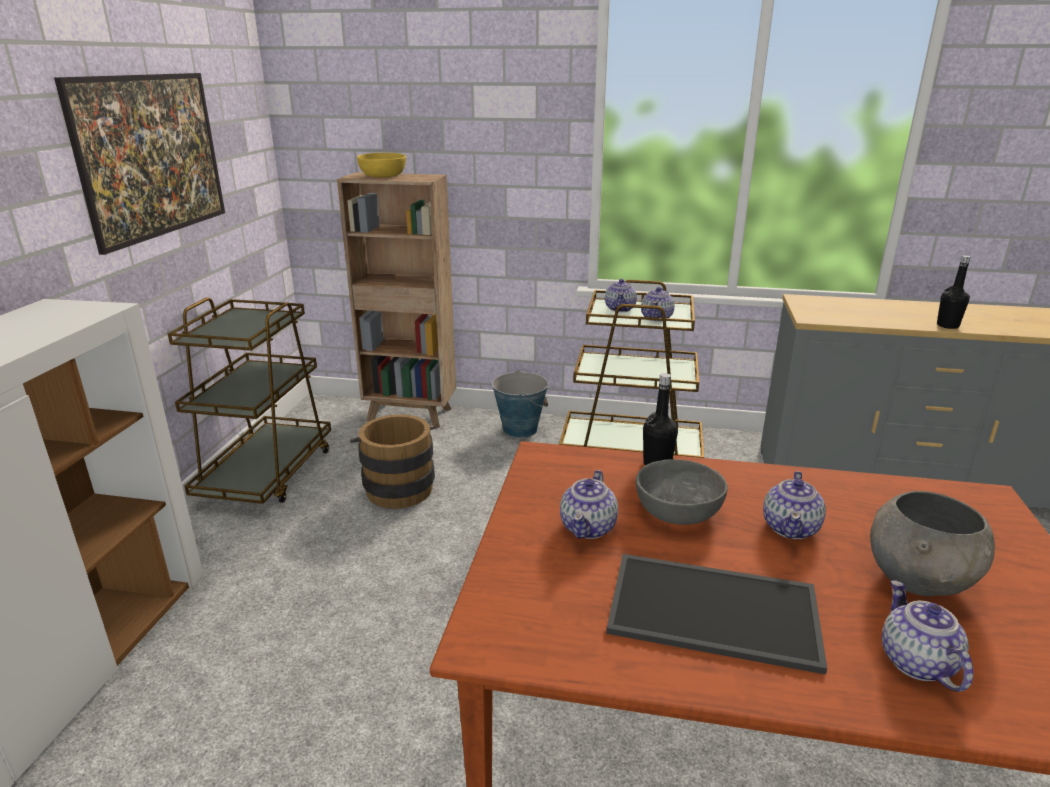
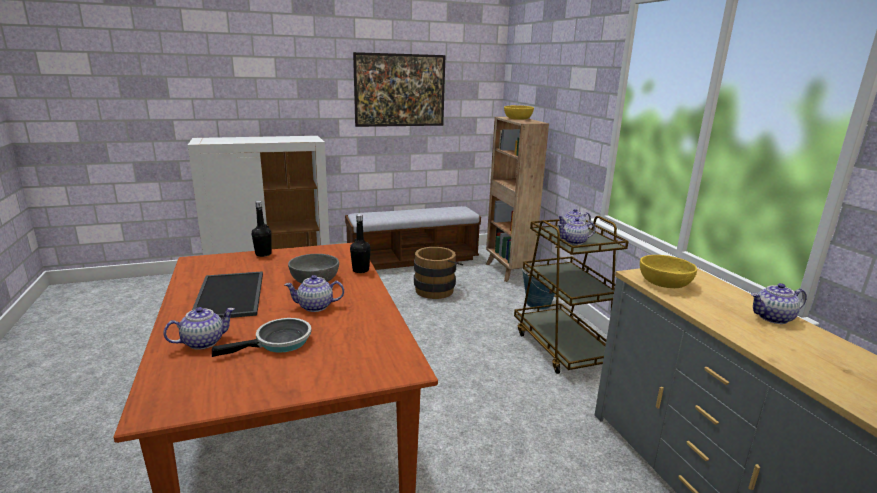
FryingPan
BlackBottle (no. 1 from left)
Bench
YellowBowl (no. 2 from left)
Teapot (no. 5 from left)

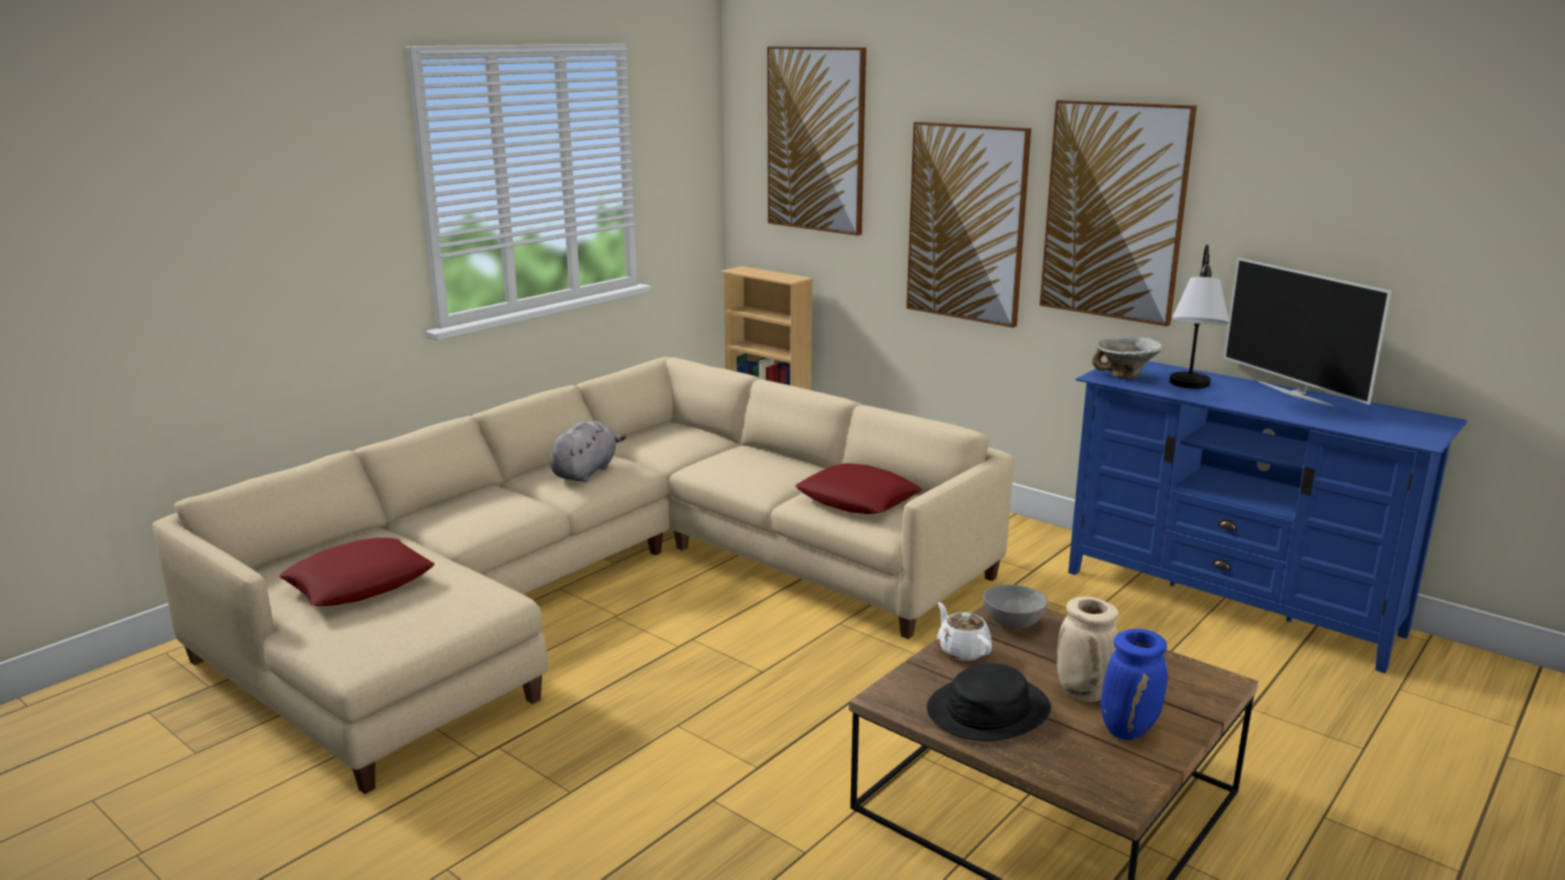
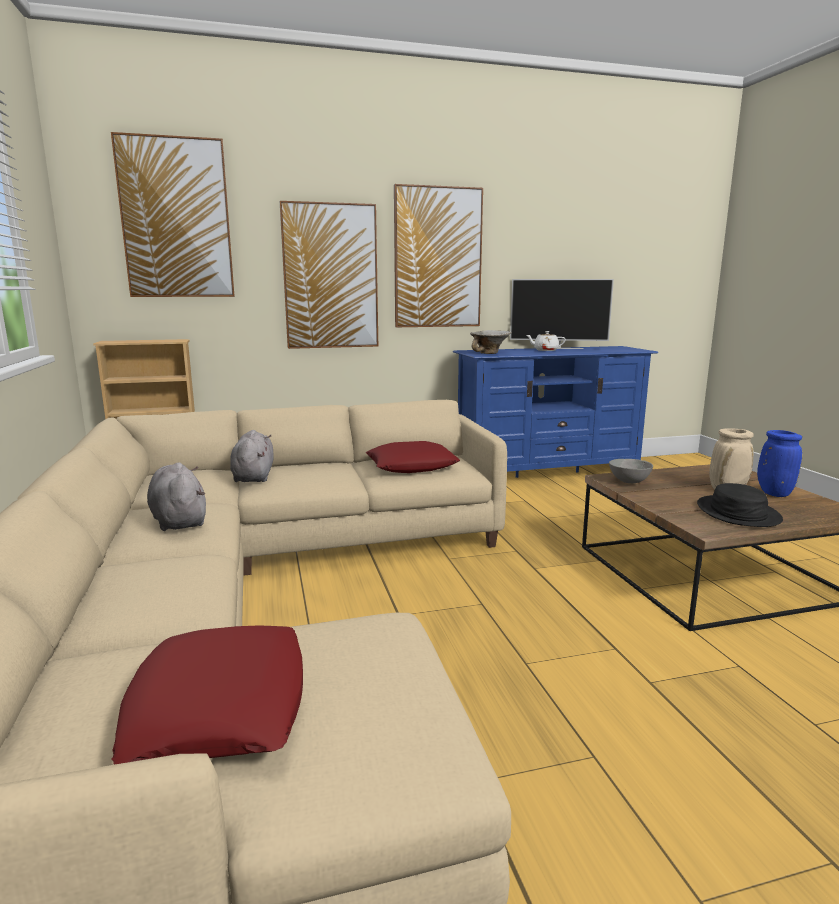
GreyPlushToy (no. 2 from left)
WhiteTeapot
TableLamp

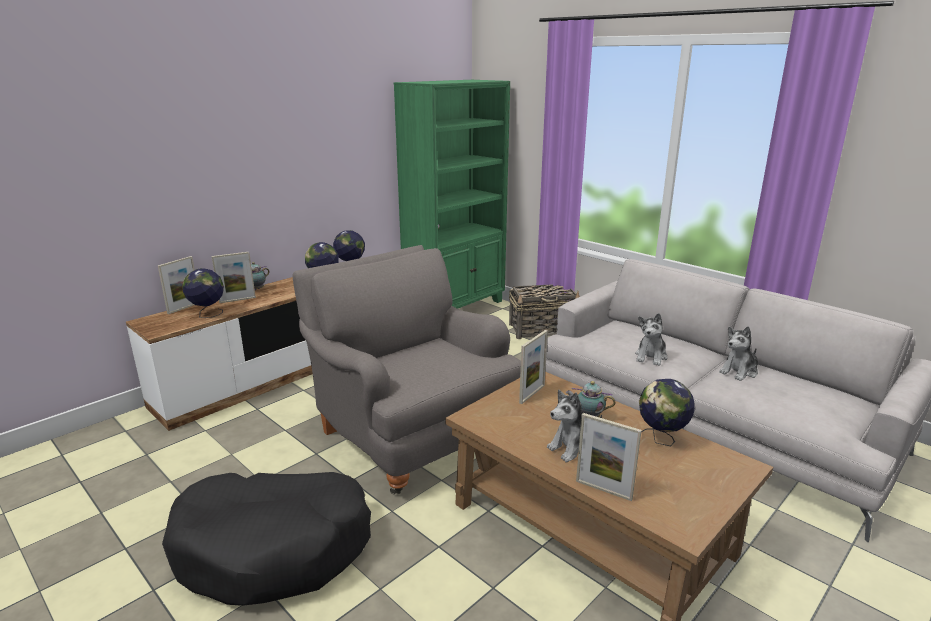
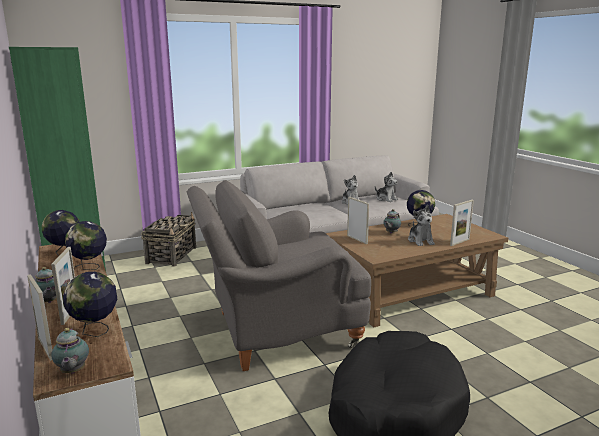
Teapot (no. 2 from left)
PlushToy (no. 2 from left)

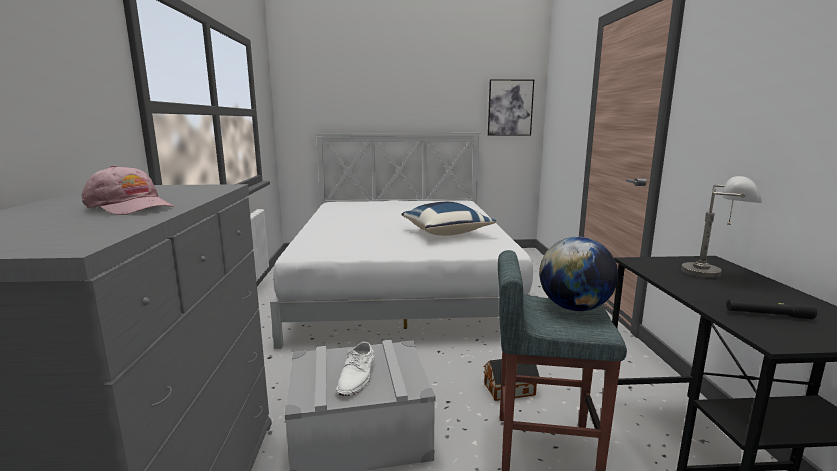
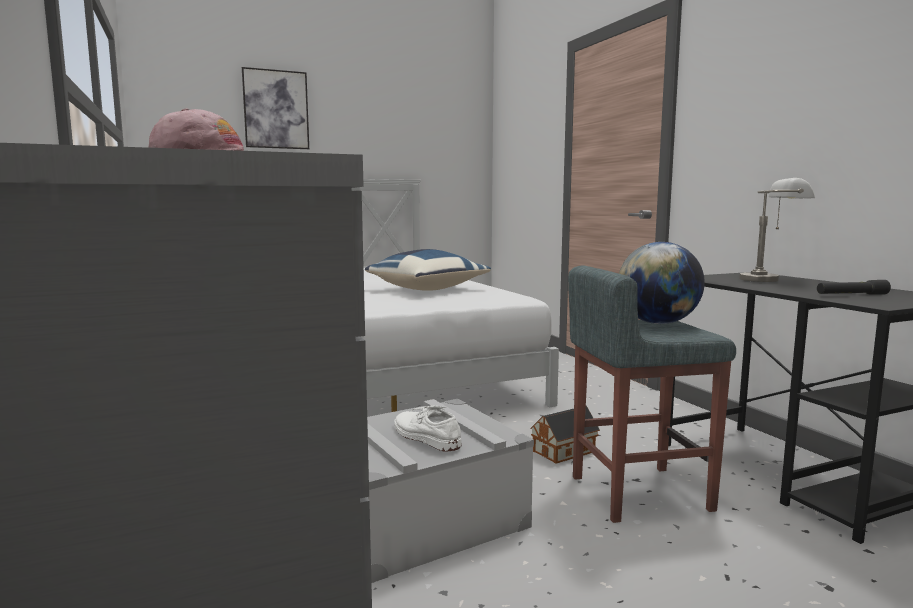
Picture
WhiteShoe

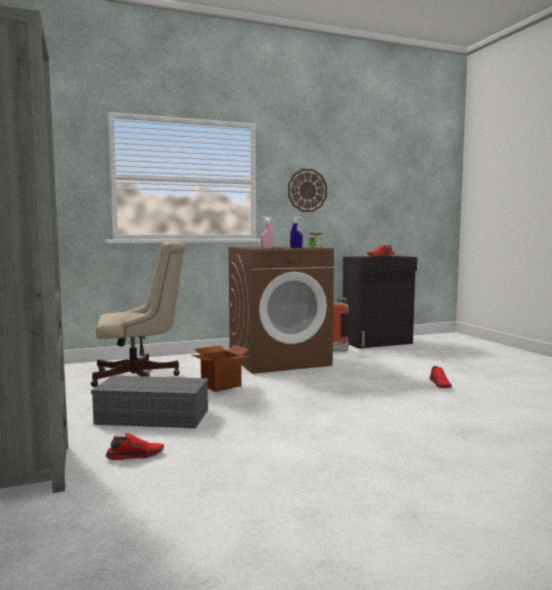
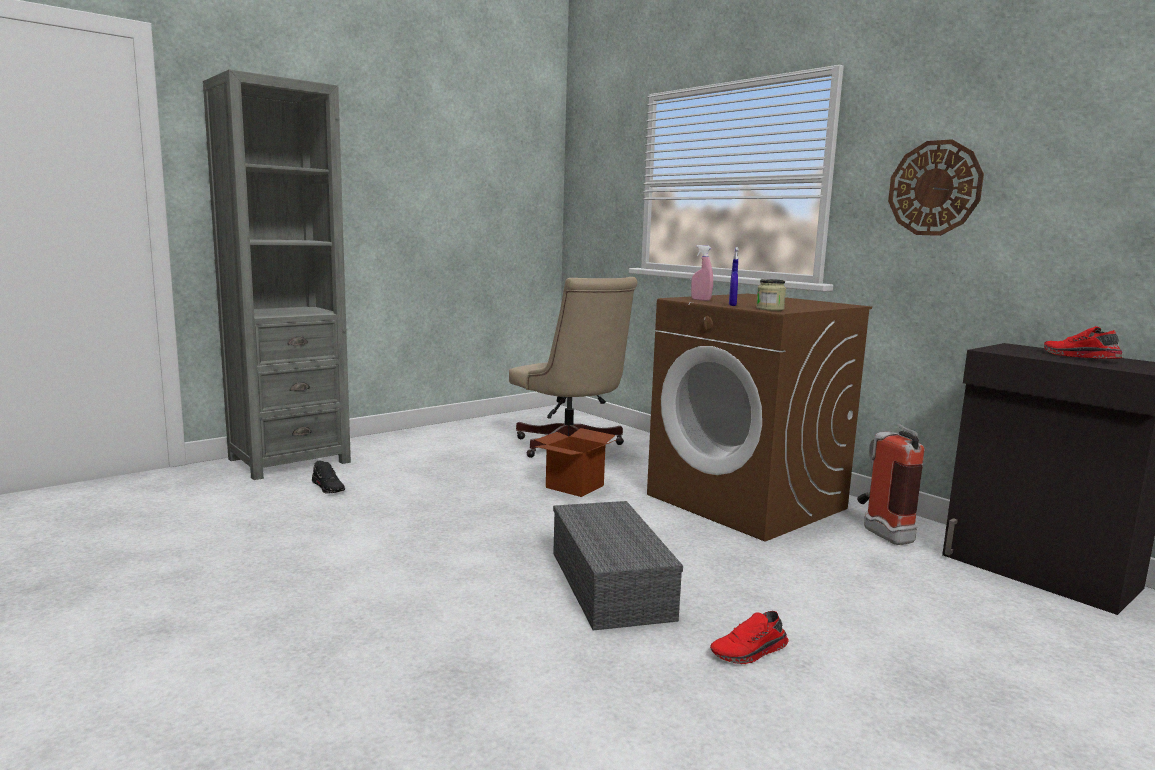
BlackShoe
GreyStorageBox

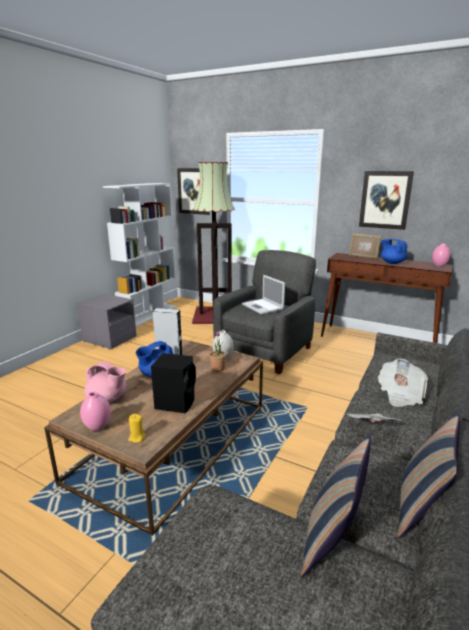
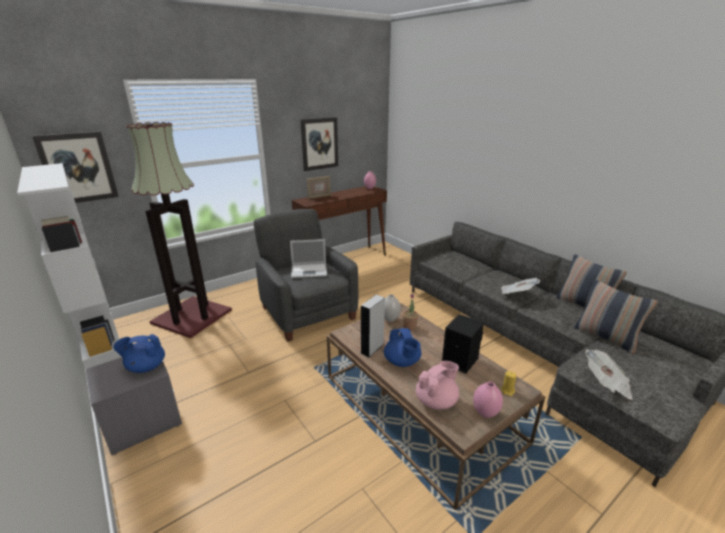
BlueTeapot (no. 1 from left)
Newspaper (no. 2 from left)

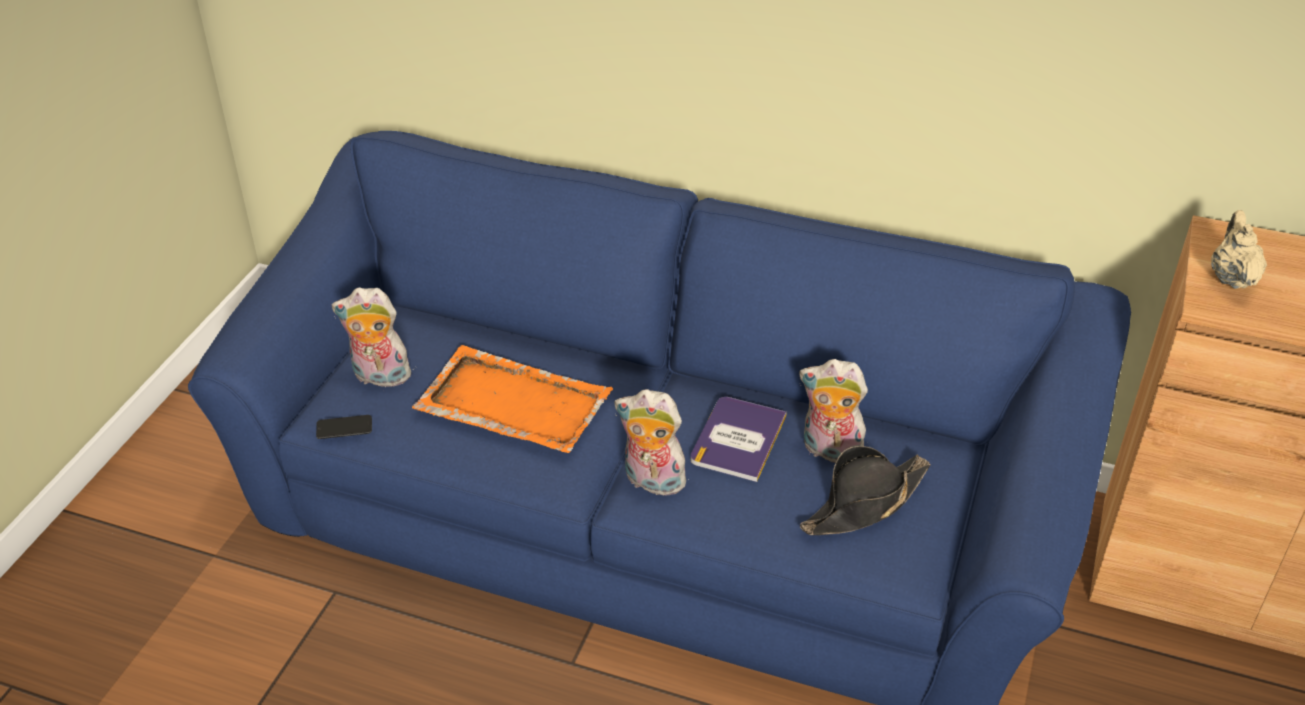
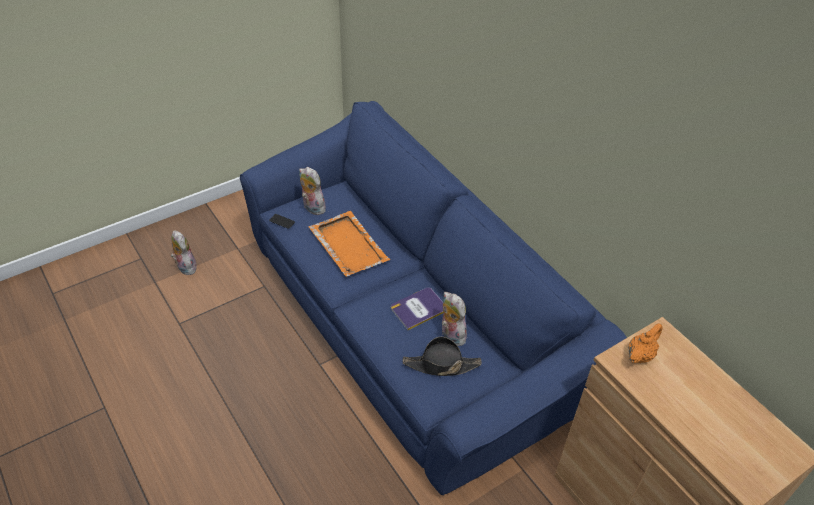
PlushToy (no. 1 from left)
OrangeTeapot

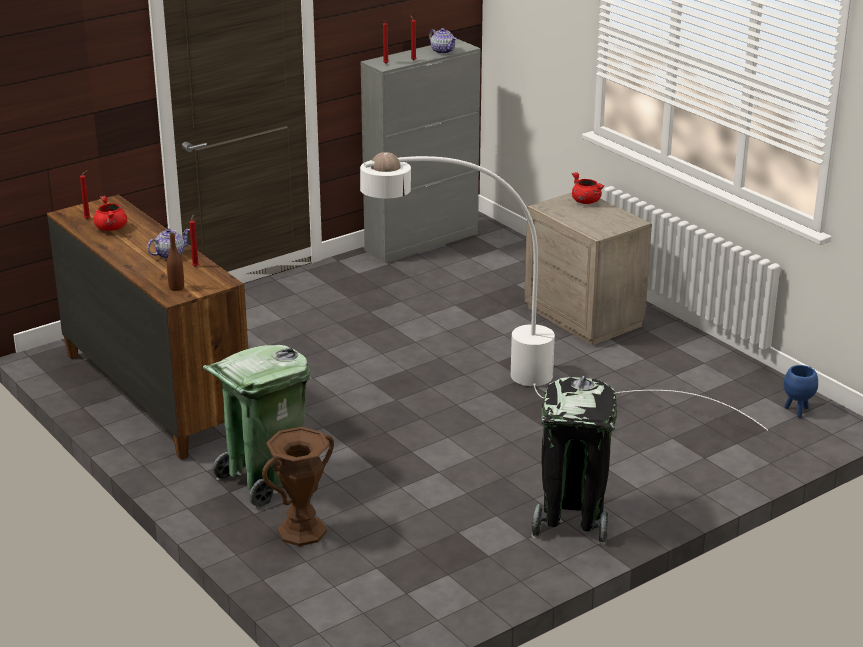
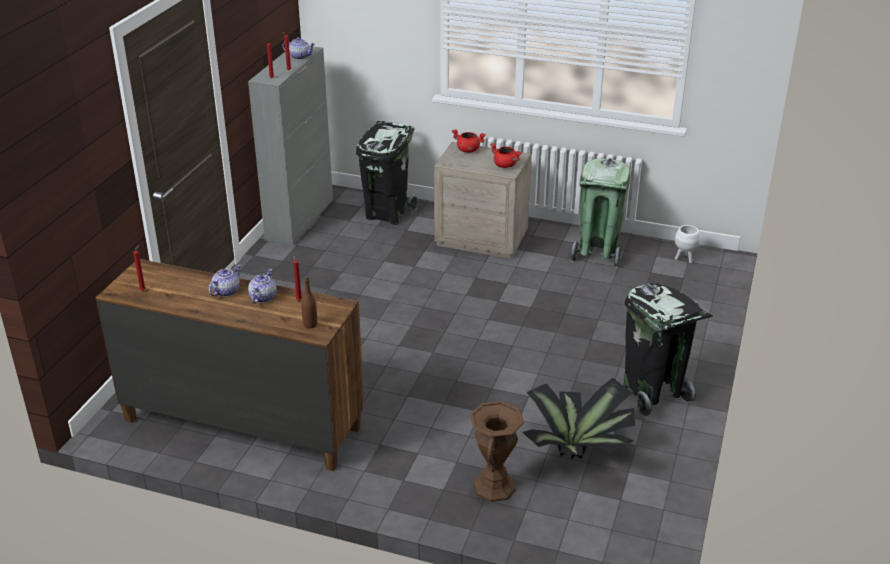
Teapot (no. 1 from left)
BlackTrashCan (no. 1 from left)
RedCookingPot (no. 2 from left)
PottedPlant
GreenTrashCan
WhitePlanter
WhiteFloorLamp

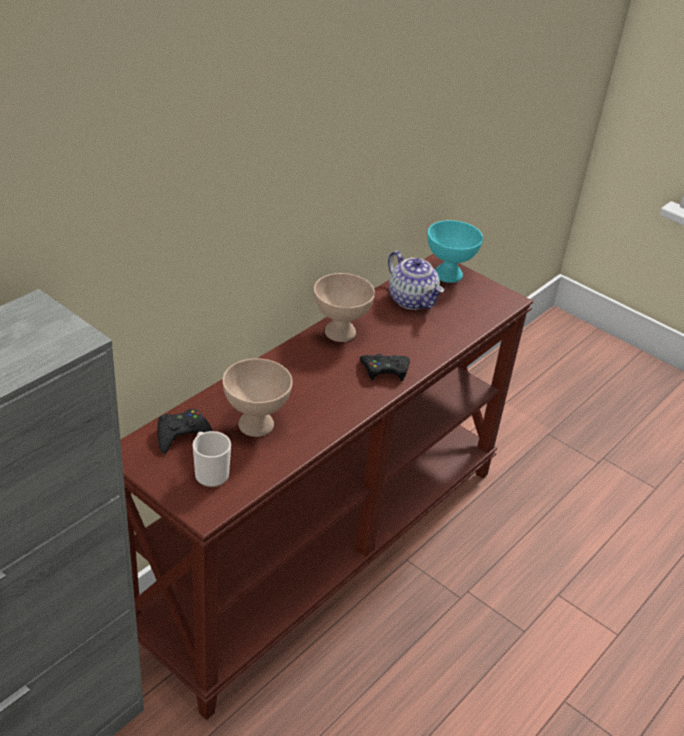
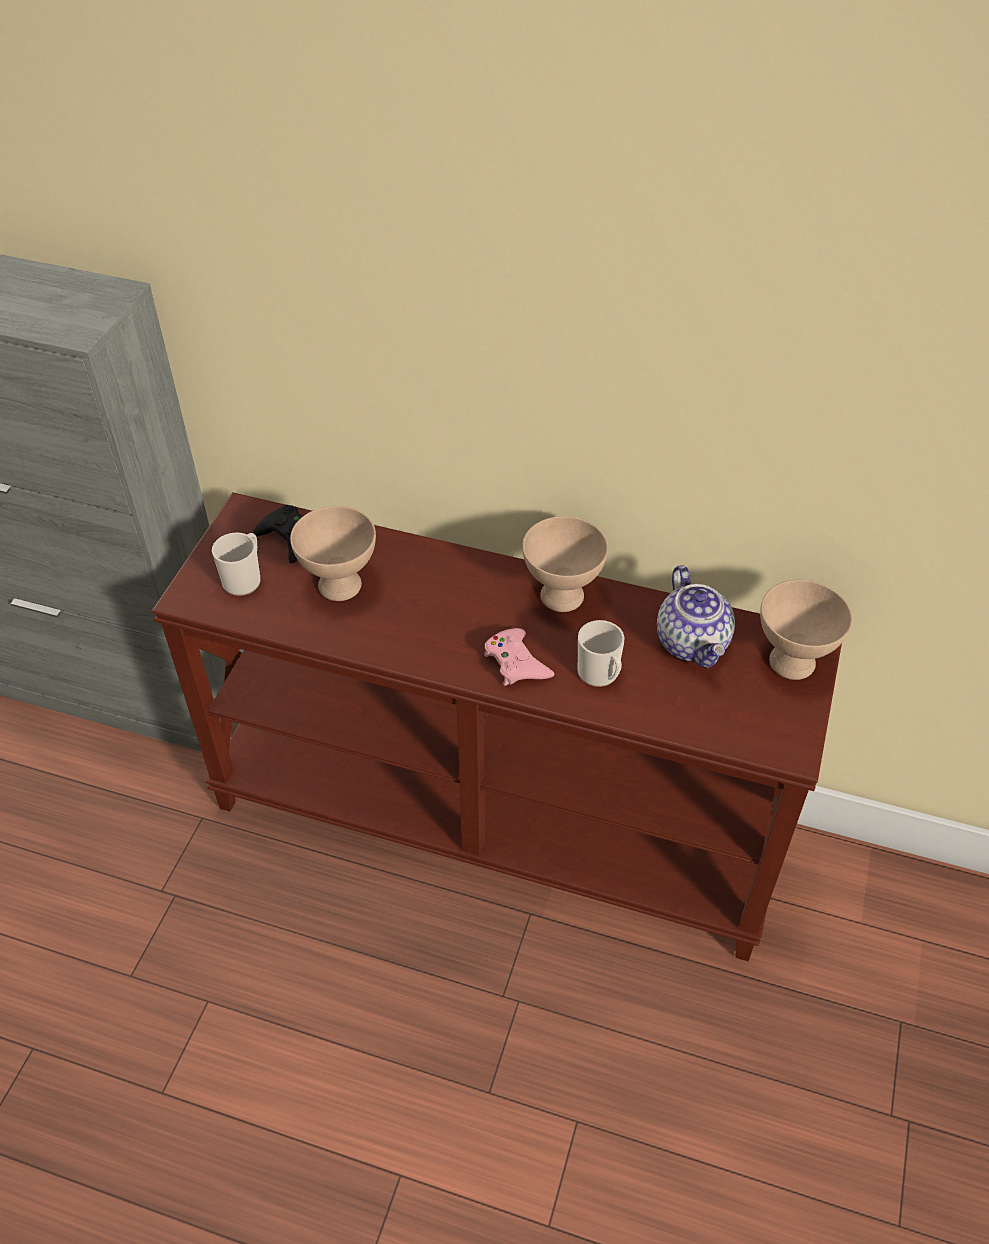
PinkGameController
Mug (no. 2 from left)
Teapot
BeigeBowl (no. 3 from left)

